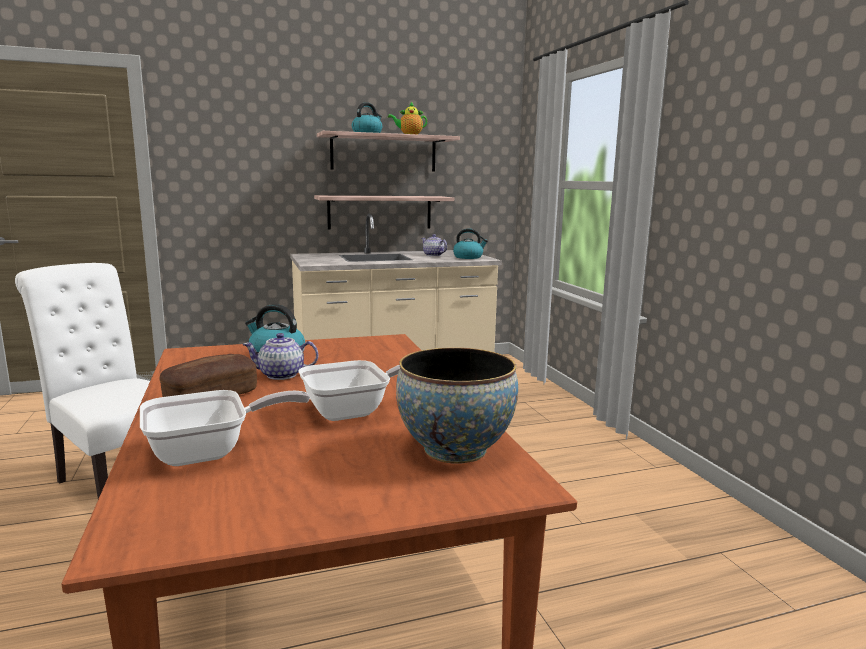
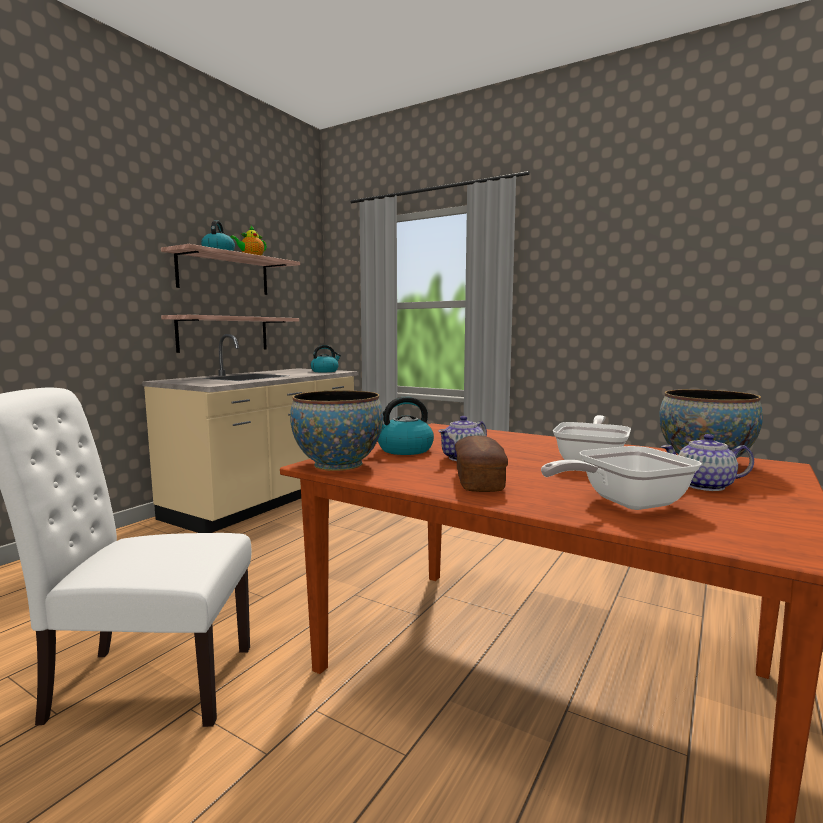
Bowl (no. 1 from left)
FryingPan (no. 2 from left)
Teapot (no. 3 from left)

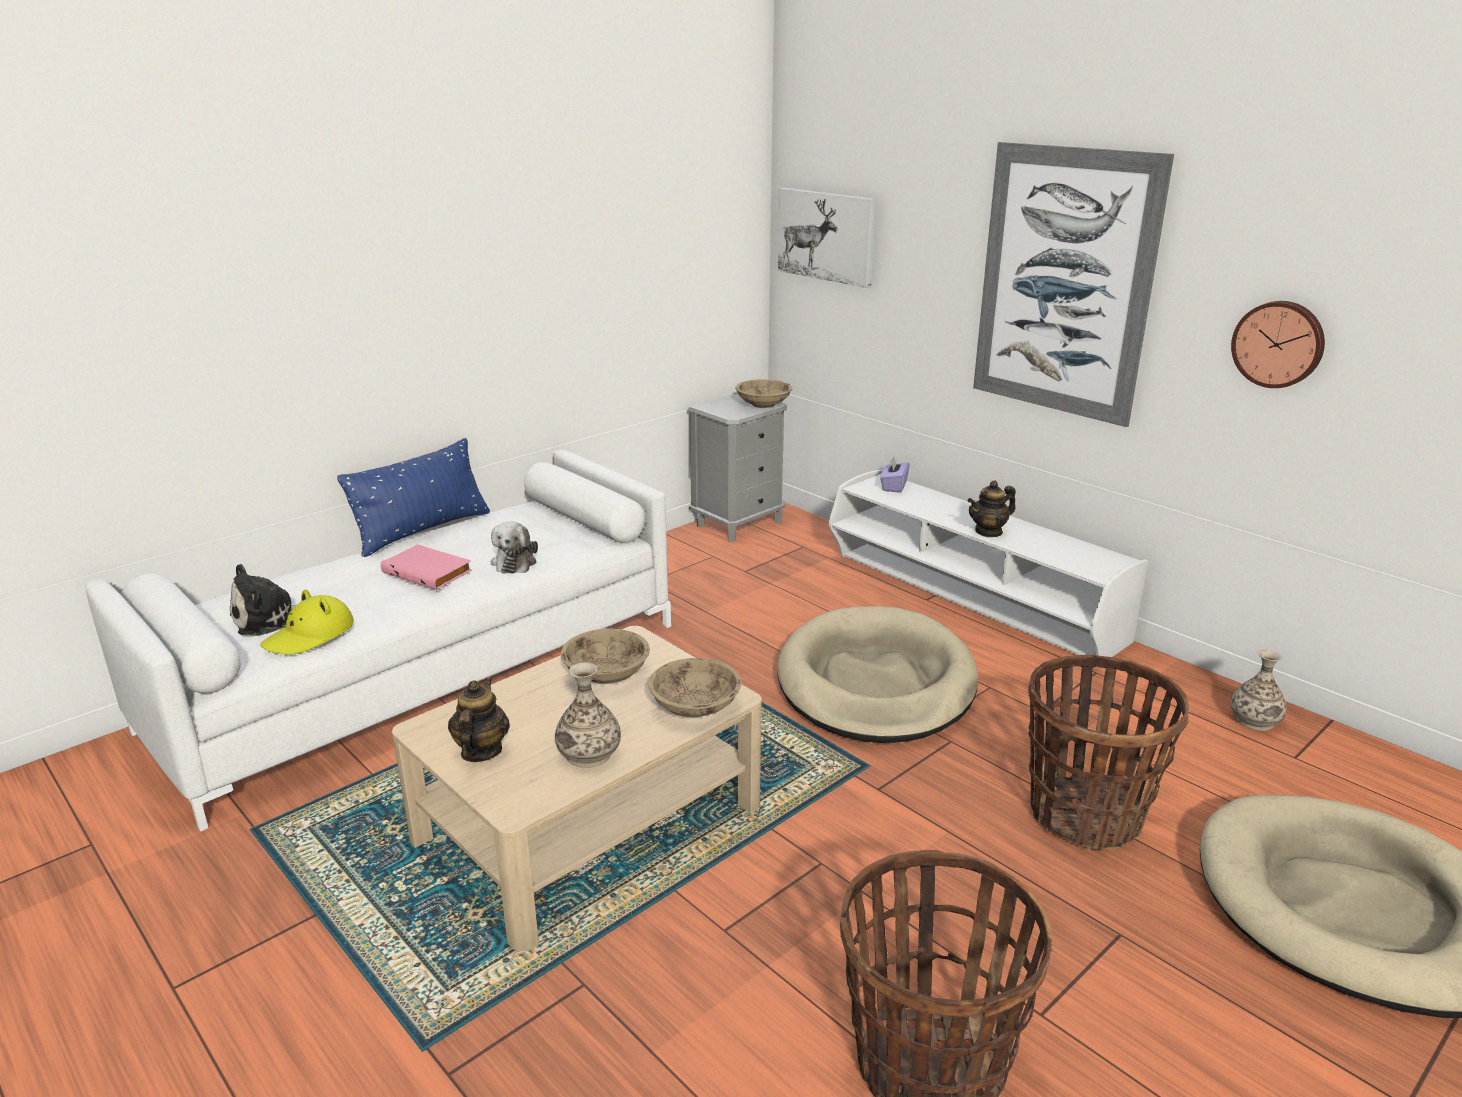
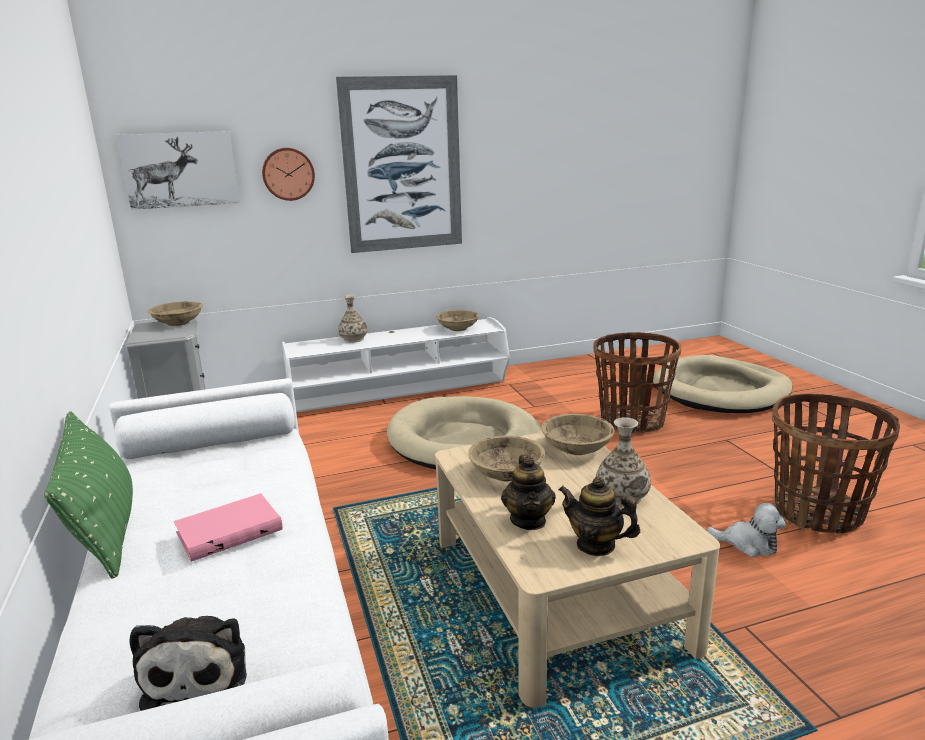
GreenPillow
WallClock
Vase (no. 1 from left)
BeigeBowl (no. 2 from left)
Teapot (no. 1 from left)
PlushToy (no. 2 from left)
YellowHat
PurpleTissueBox

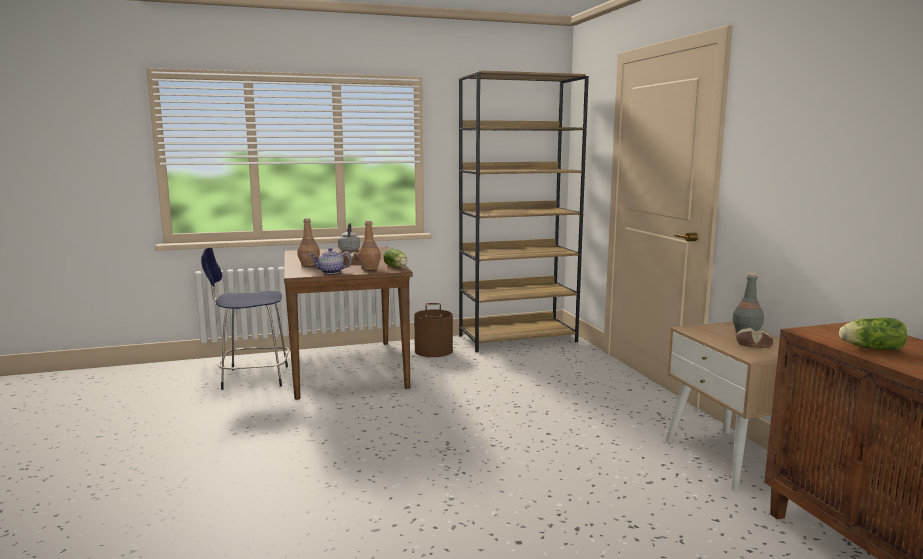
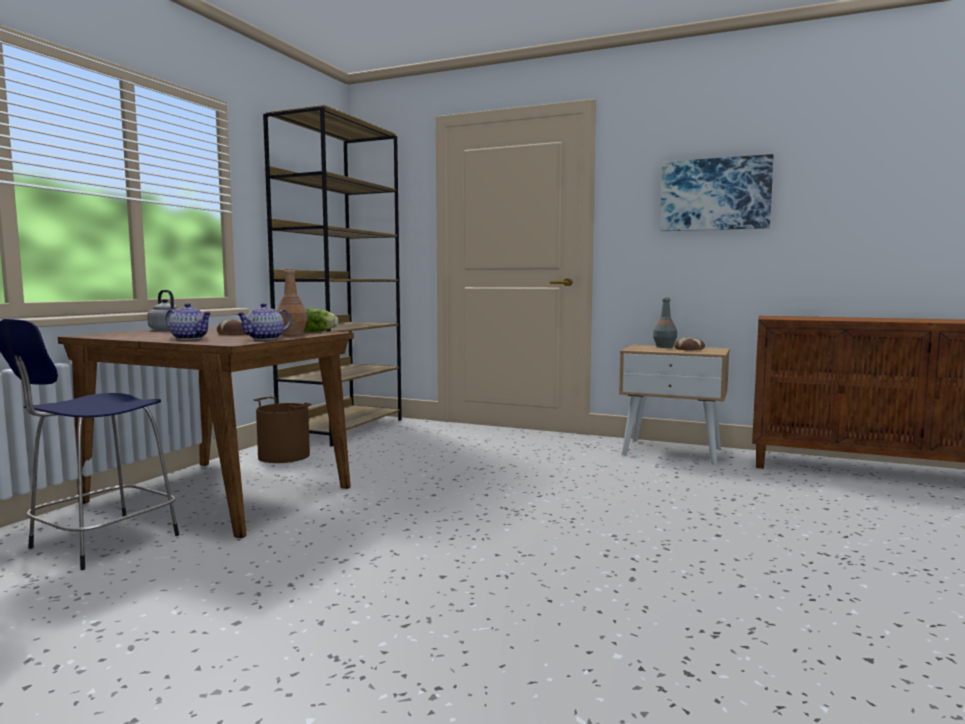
Teapot (no. 1 from left)
Picture
Lettuce (no. 2 from left in the first image)

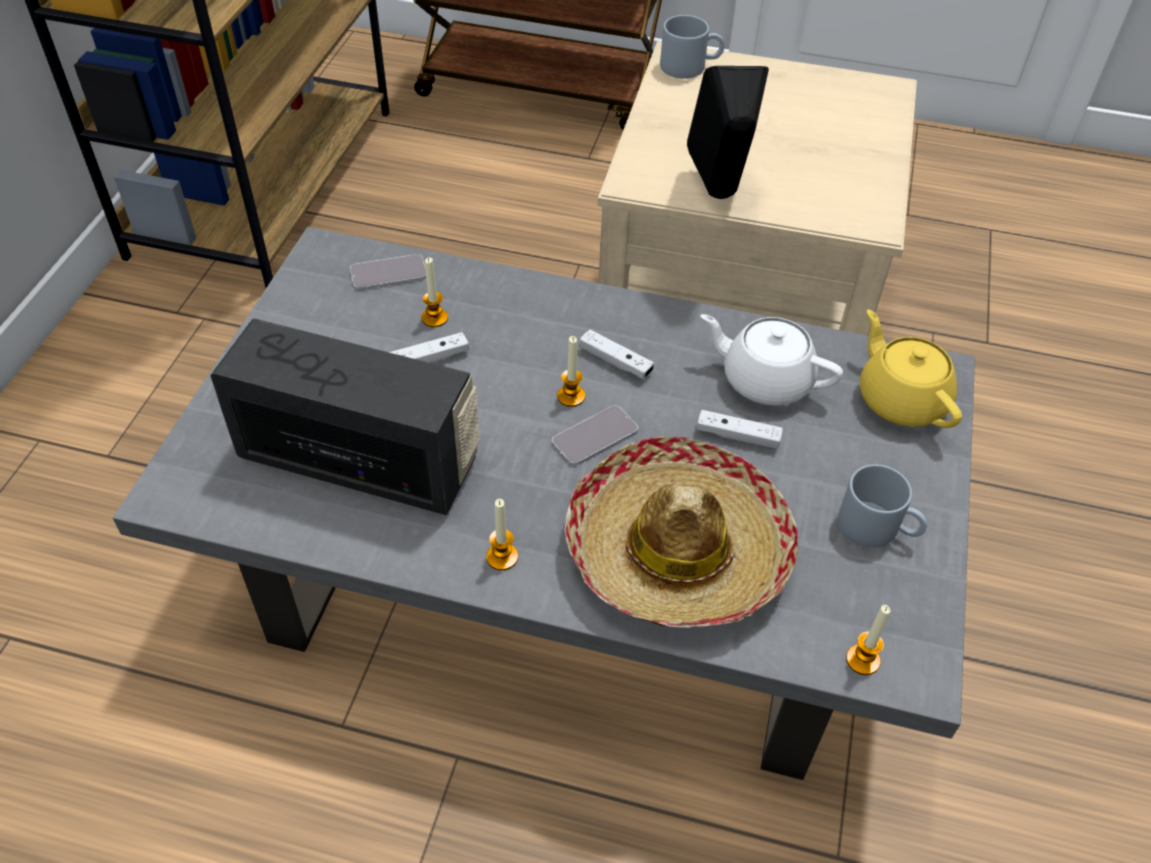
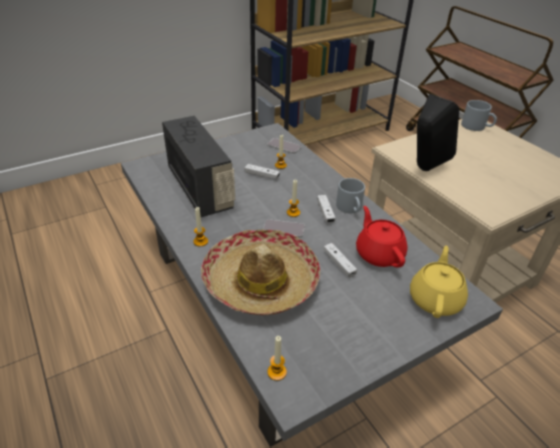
GreyMug (no. 1 from left)
RedTeapot

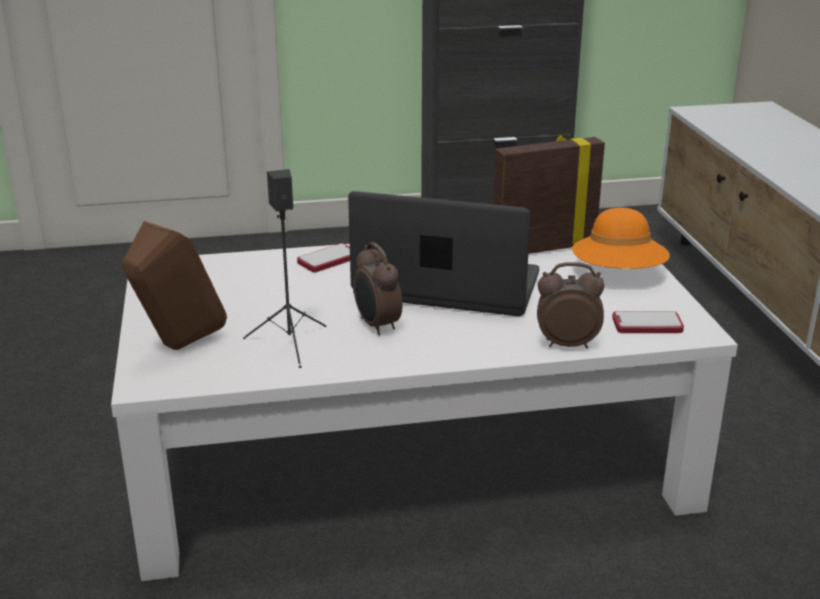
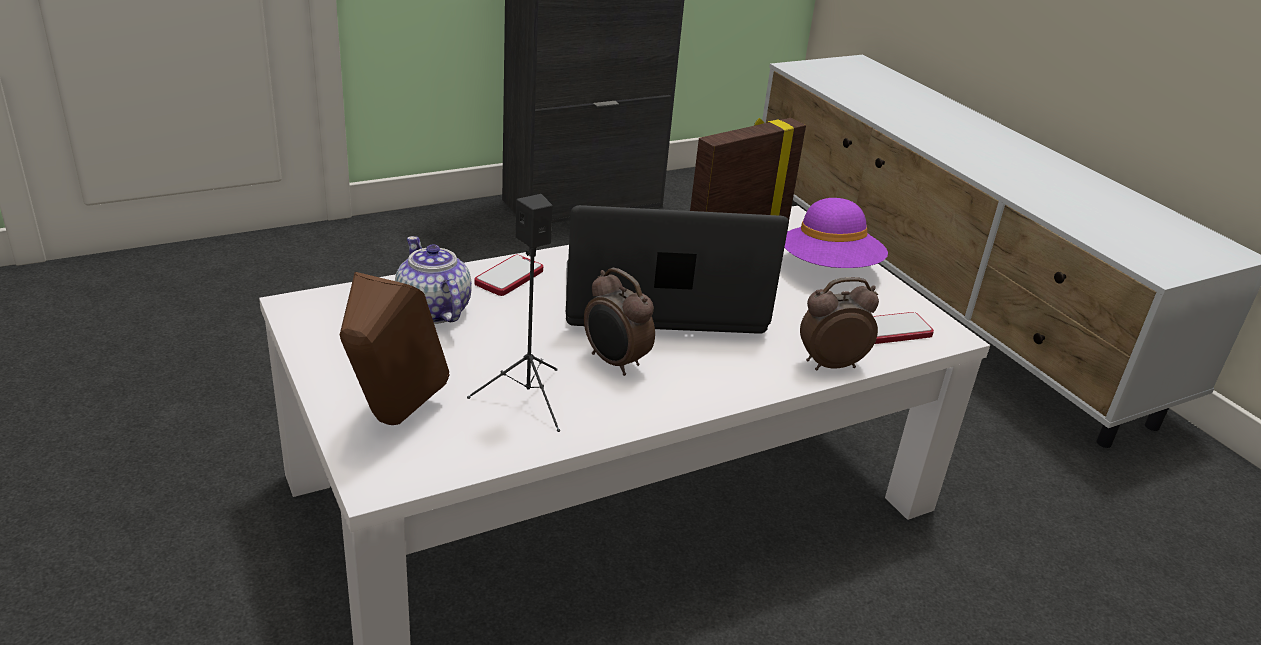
Teapot
PurpleHat

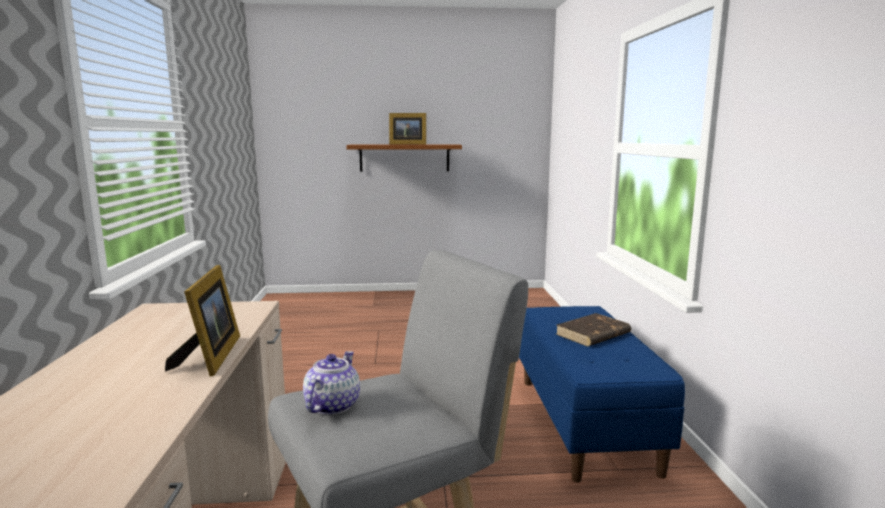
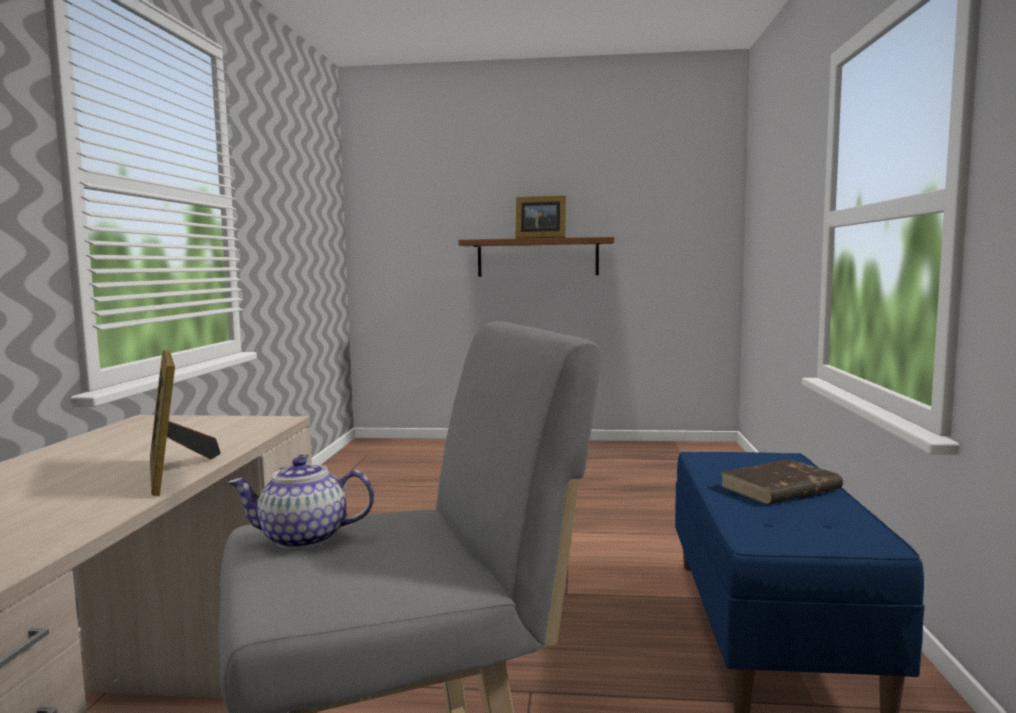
PictureFrame (no. 1 from left)
Teapot

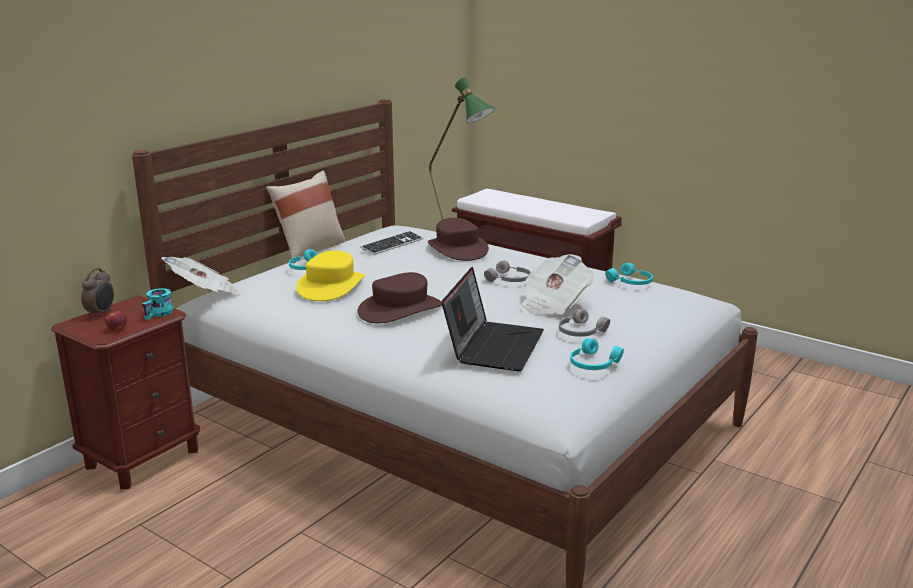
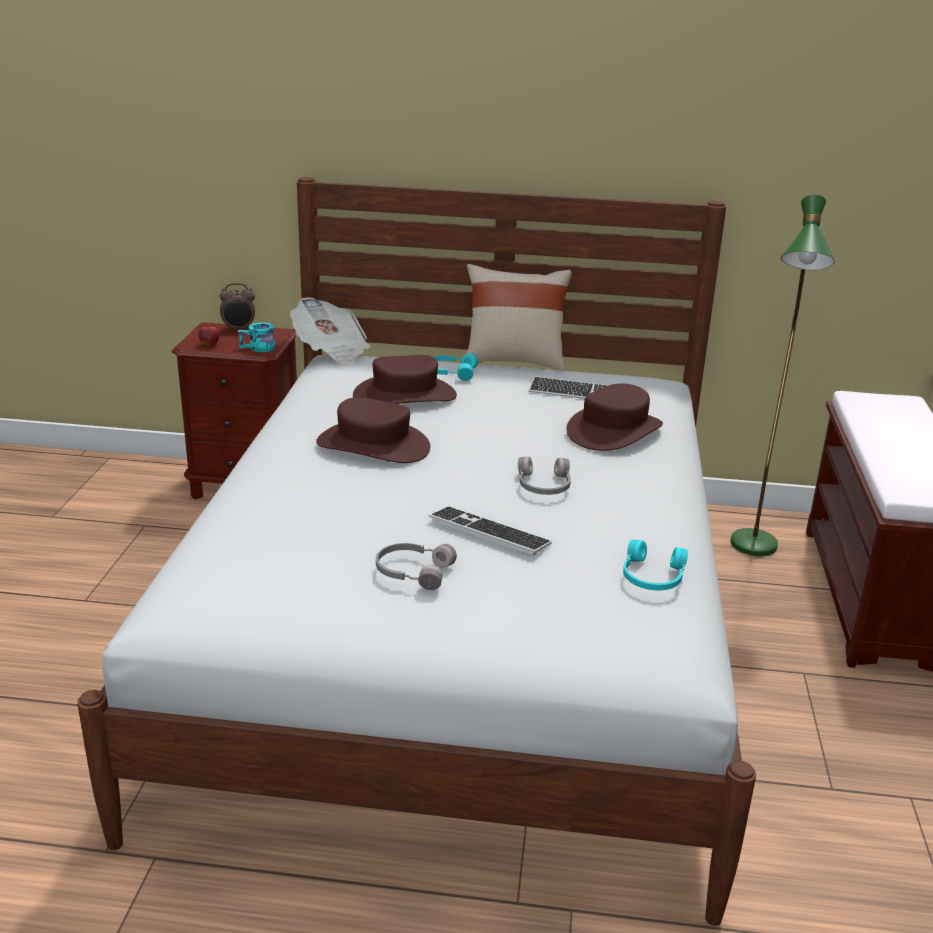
BrownHat (no. 2 from left)
Keyboard (no. 1 from left)
Laptop
TurquoiseHeadphones (no. 2 from left in the first image)

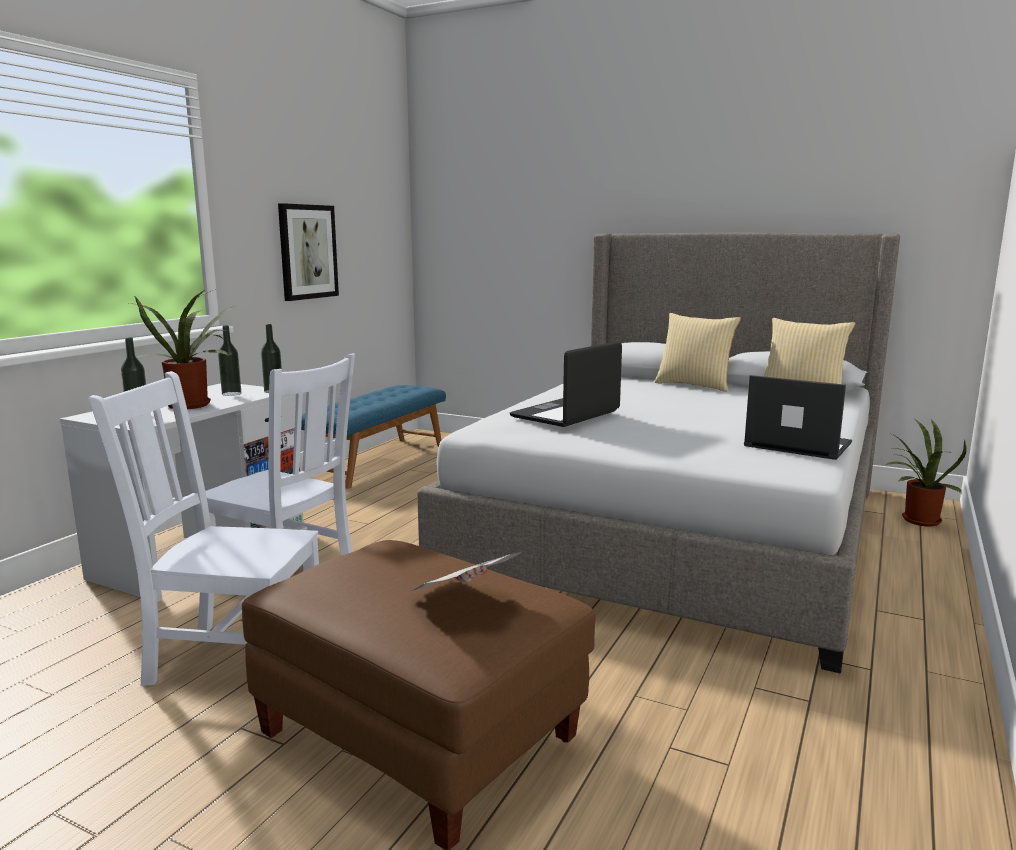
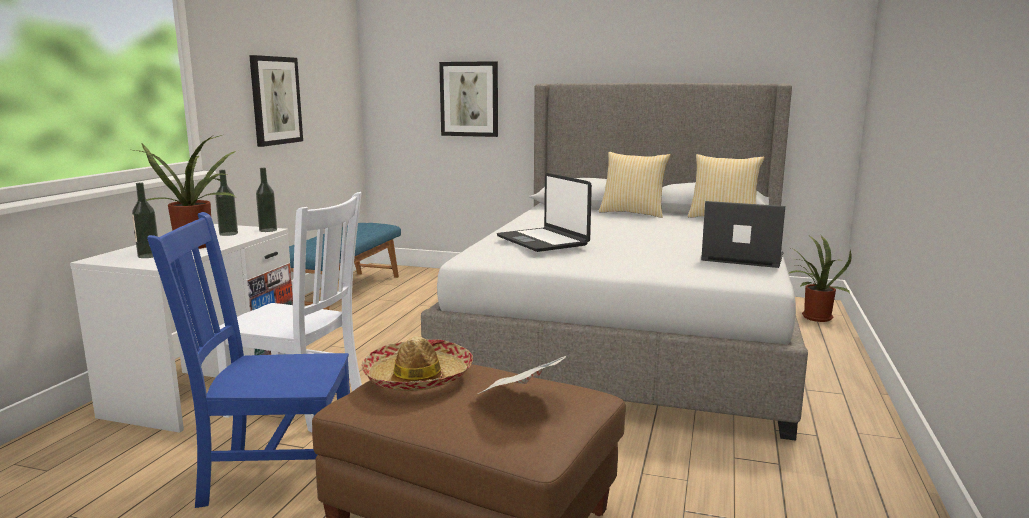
BlueChair
Hat
Picture (no. 2 from left)
Laptop (no. 1 from left)

